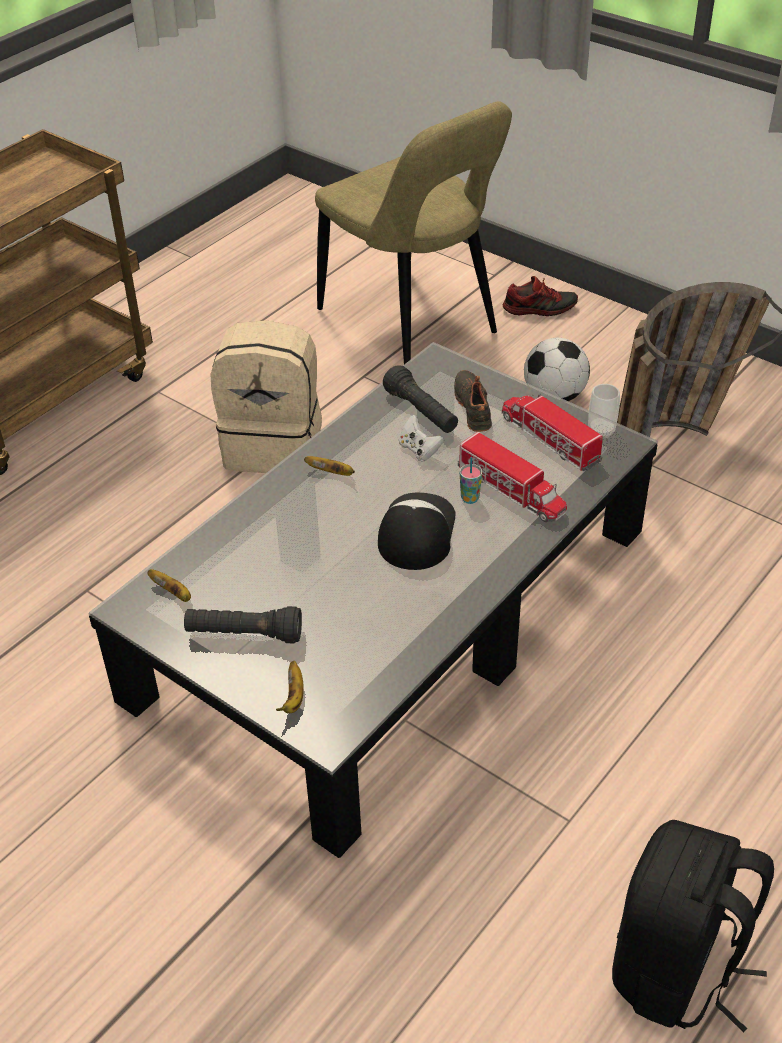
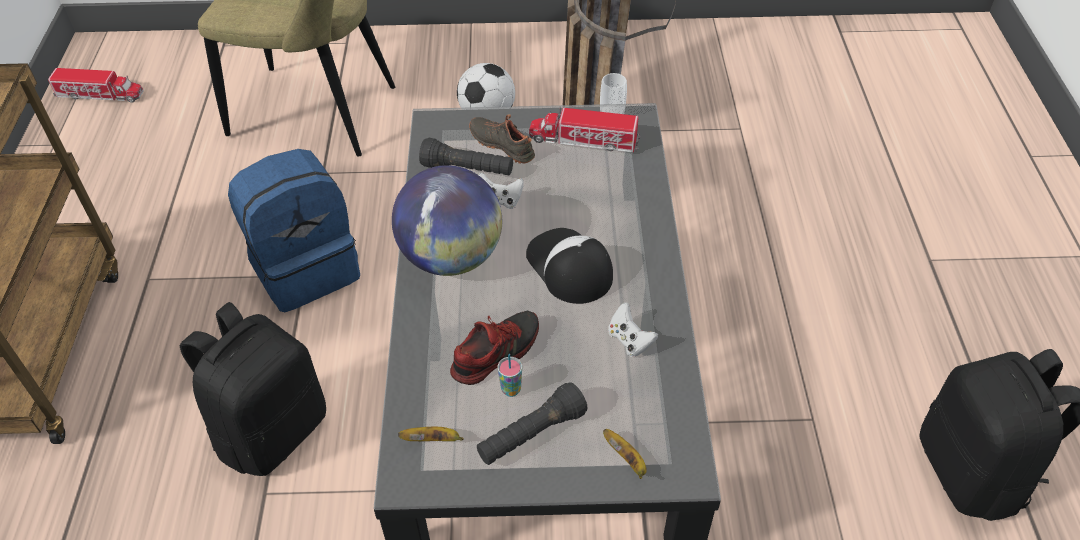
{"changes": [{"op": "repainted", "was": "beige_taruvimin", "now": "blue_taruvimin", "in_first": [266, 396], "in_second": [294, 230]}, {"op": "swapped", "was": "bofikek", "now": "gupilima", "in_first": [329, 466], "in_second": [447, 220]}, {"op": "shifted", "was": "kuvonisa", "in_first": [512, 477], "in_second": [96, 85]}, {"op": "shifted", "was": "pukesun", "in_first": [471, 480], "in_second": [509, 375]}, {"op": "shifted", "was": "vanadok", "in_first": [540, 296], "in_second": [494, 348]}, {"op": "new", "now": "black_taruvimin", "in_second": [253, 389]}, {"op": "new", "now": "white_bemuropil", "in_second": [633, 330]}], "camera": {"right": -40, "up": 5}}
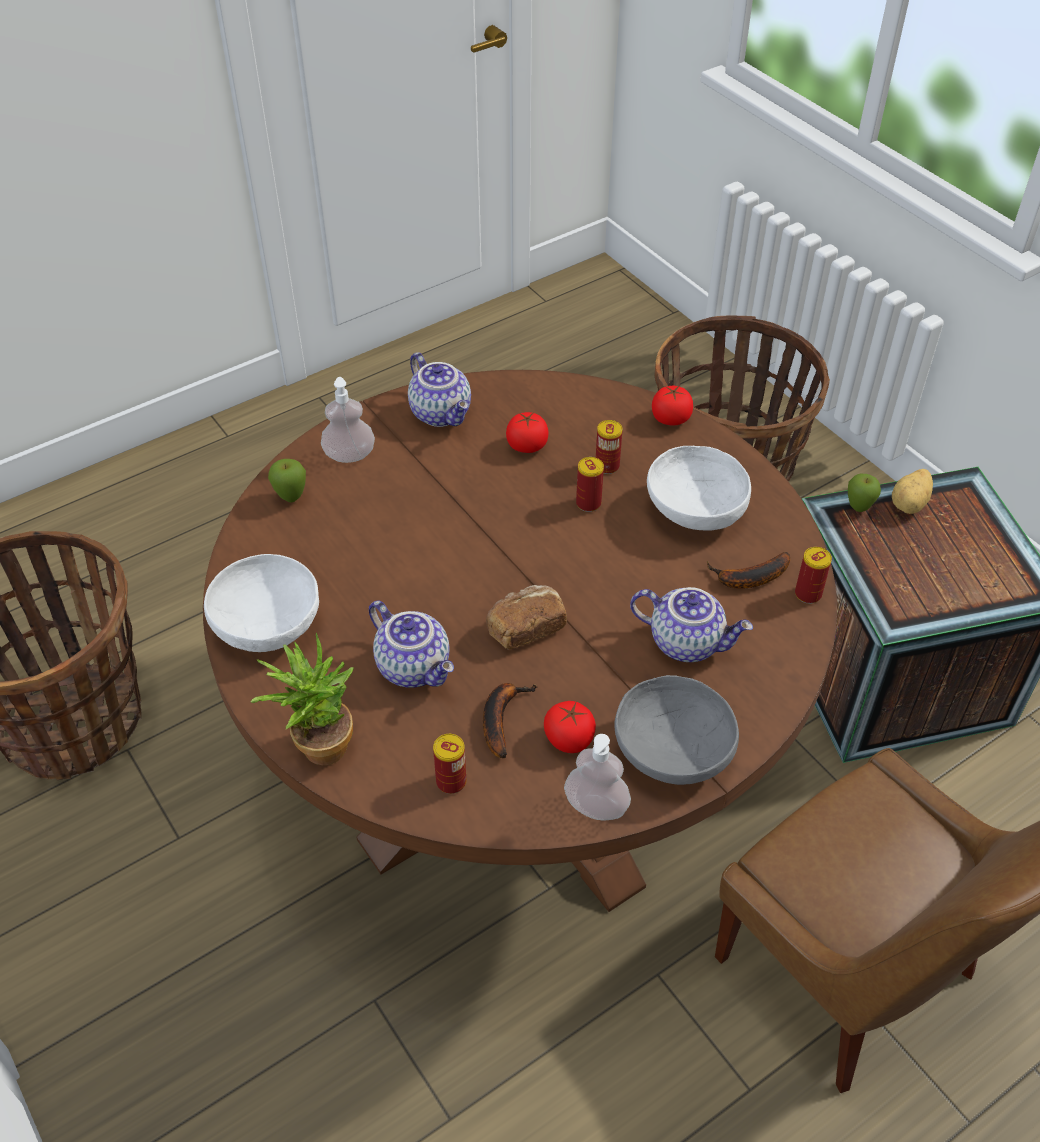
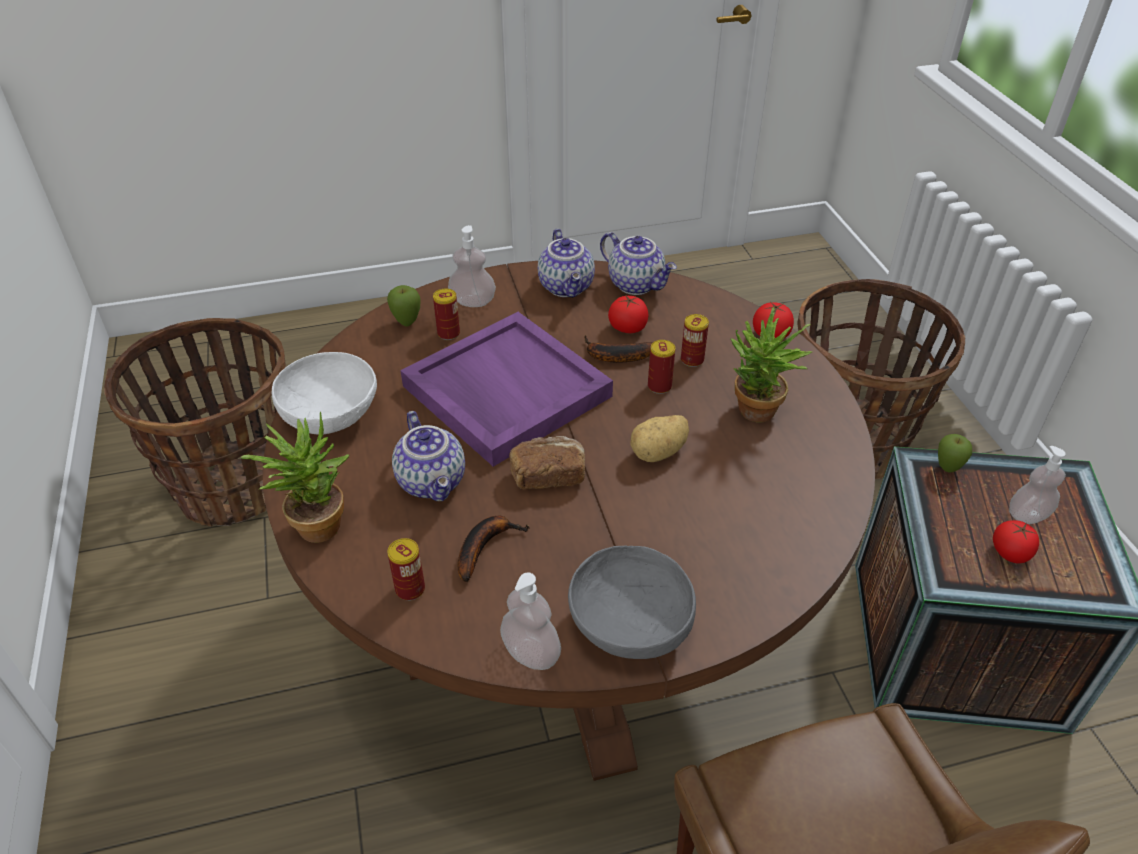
{"changes": [{"op": "shifted", "was": "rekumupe", "in_first": [570, 727], "in_second": [1016, 541]}, {"op": "shifted", "was": "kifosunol", "in_first": [691, 624], "in_second": [638, 263]}, {"op": "swapped", "was": "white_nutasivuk", "now": "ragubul", "in_first": [699, 488], "in_second": [771, 364]}, {"op": "shifted", "was": "bofikek", "in_first": [748, 570], "in_second": [618, 349]}, {"op": "shifted", "was": "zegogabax", "in_first": [813, 575], "in_second": [446, 314]}, {"op": "shifted", "was": "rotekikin", "in_first": [912, 491], "in_second": [659, 438]}, {"op": "new", "now": "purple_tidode", "in_second": [506, 389]}, {"op": "new", "now": "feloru", "in_second": [1037, 485]}], "camera": {"right": 20, "up": -5}}
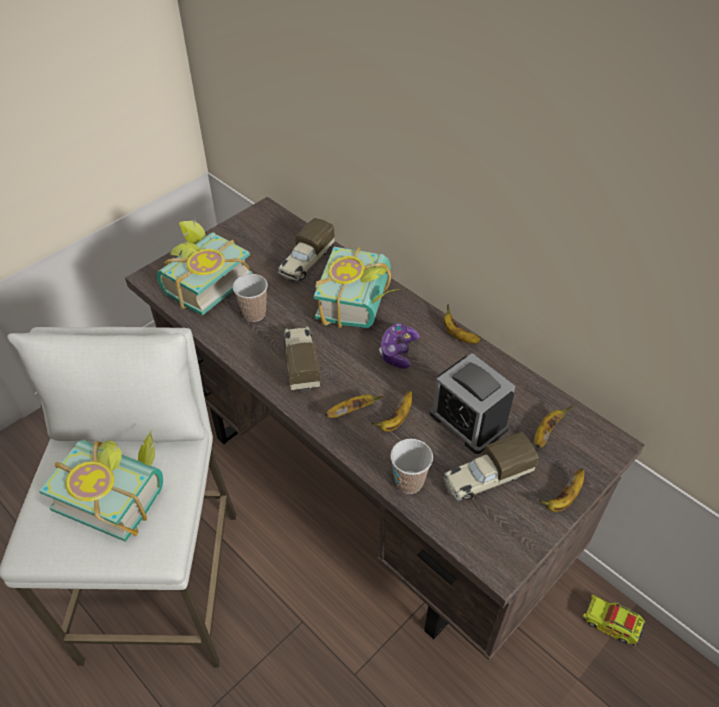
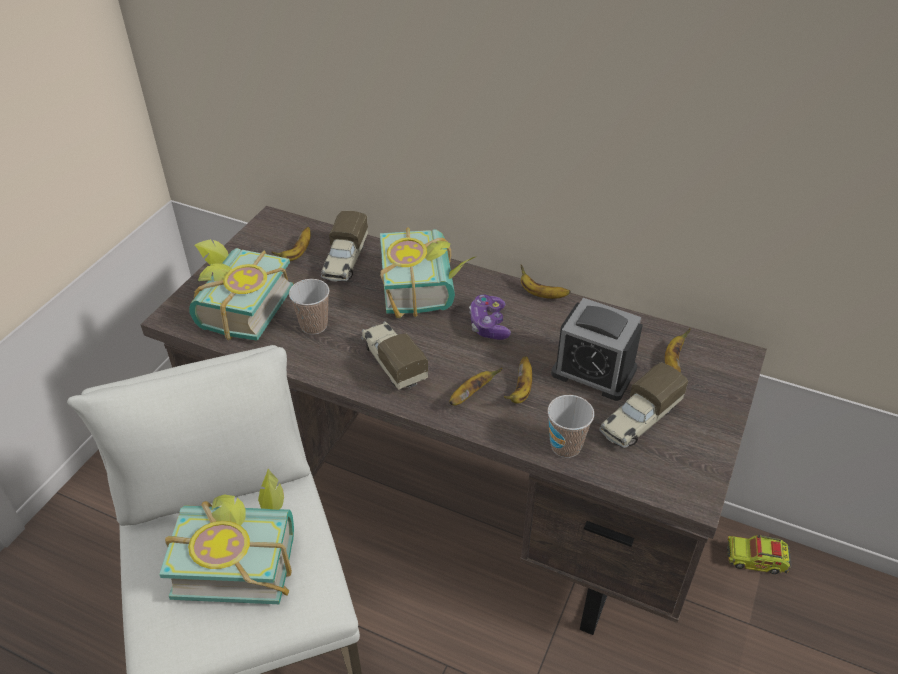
{"changes": [{"op": "shifted", "was": "bofikek", "in_first": [561, 490], "in_second": [291, 244]}], "camera": {"right": -20, "up": -5}}
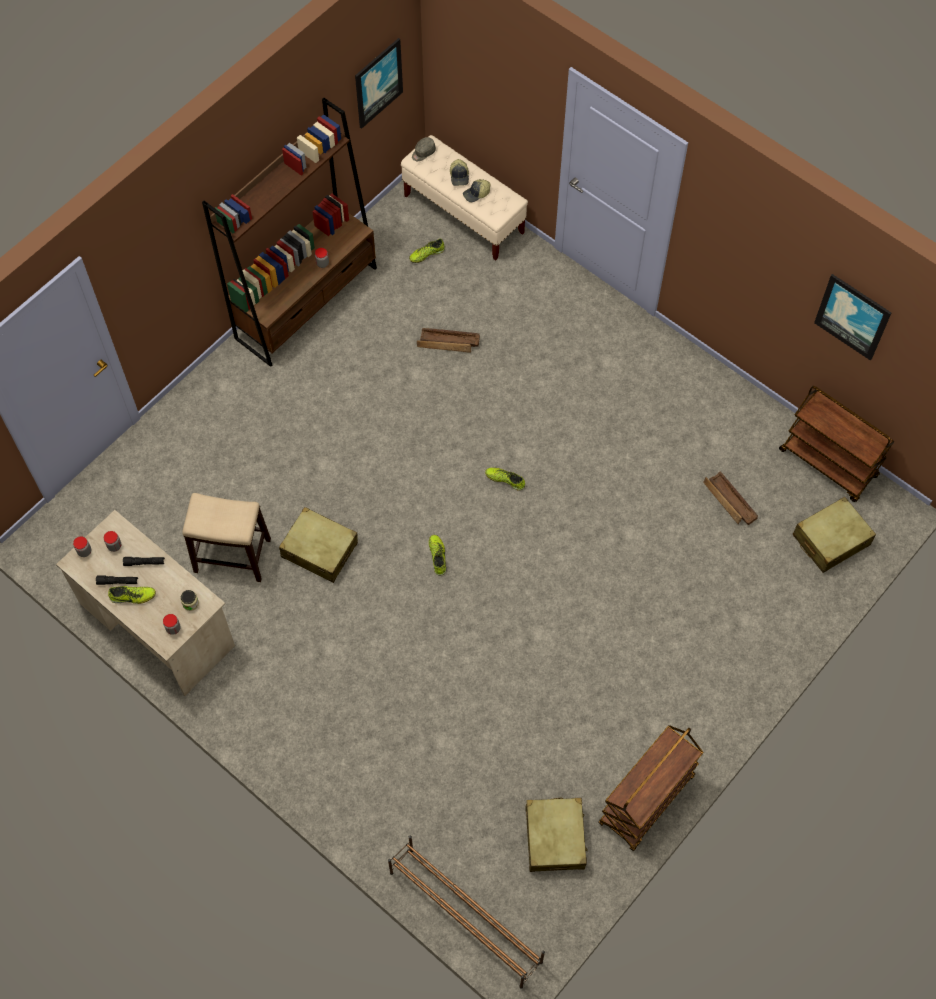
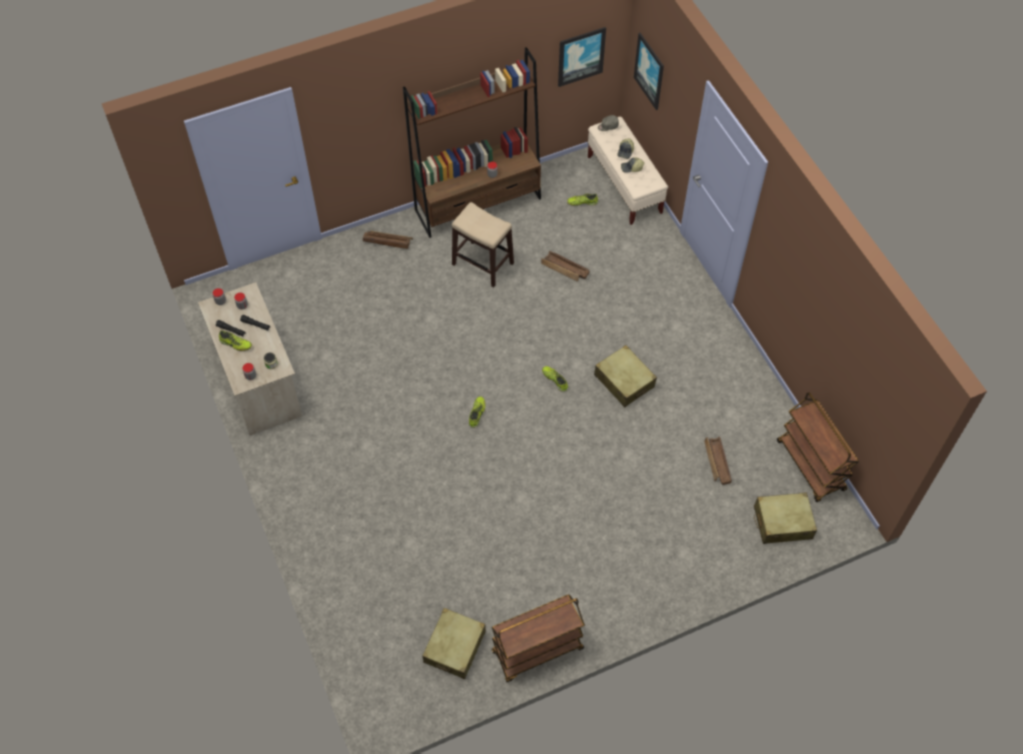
{"changes": [{"op": "shifted", "was": "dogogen", "in_first": [226, 537], "in_second": [483, 244]}, {"op": "shifted", "was": "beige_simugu", "in_first": [318, 545], "in_second": [625, 376]}, {"op": "gone", "was": "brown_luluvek", "in_first": [466, 912]}, {"op": "shifted", "was": "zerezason", "in_first": [852, 317], "in_second": [649, 71]}, {"op": "new", "now": "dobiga", "in_second": [388, 239]}], "camera": {"right": 25, "up": -5}}
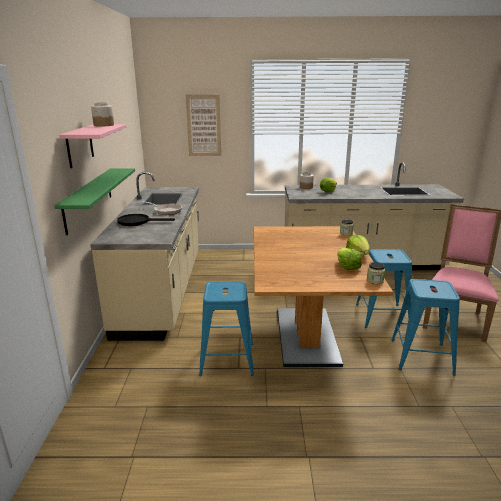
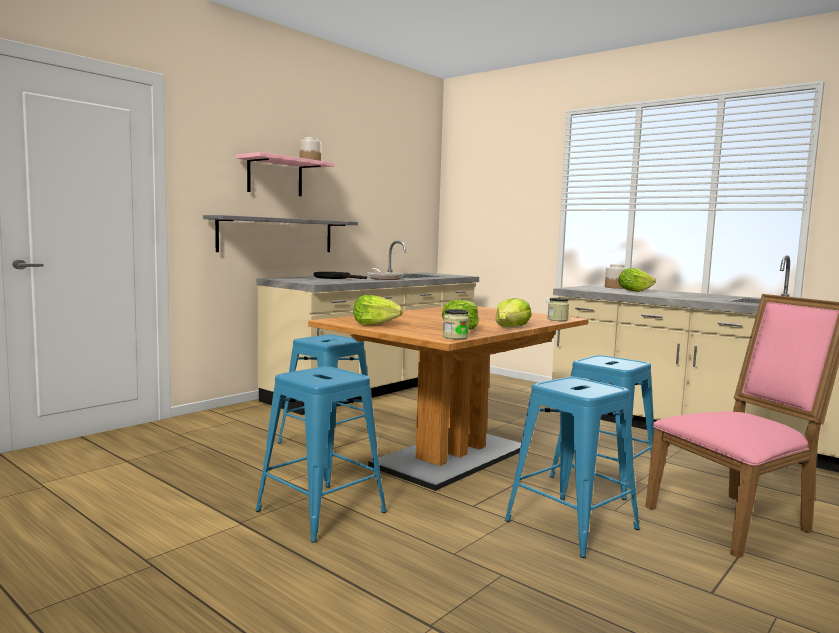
{"changes": [{"op": "repainted", "was": "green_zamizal", "now": "grey_zamizal", "in_first": [94, 201], "in_second": [280, 233]}, {"op": "gone", "was": "zerezason", "in_first": [203, 125]}, {"op": "new", "now": "blue_dogogen", "in_second": [321, 454]}, {"op": "new", "now": "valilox", "in_second": [378, 310]}], "camera": {"right": 40, "up": -15}}
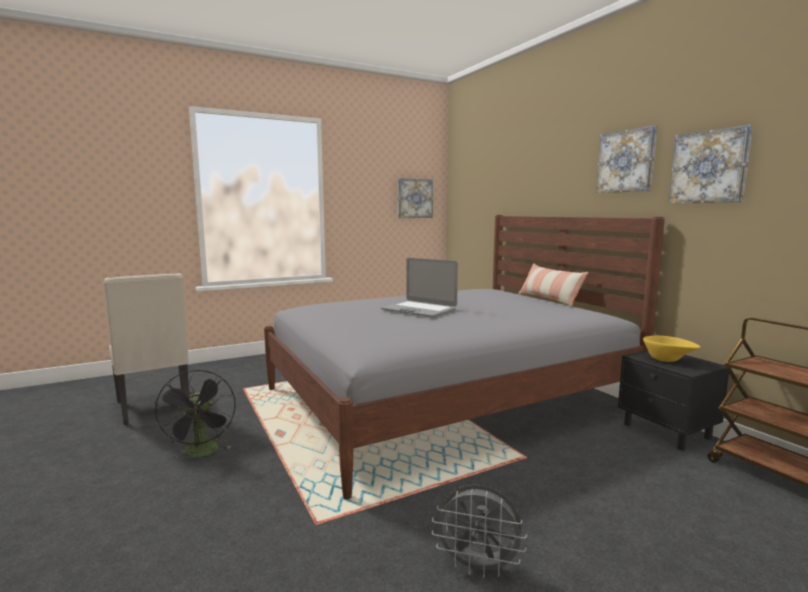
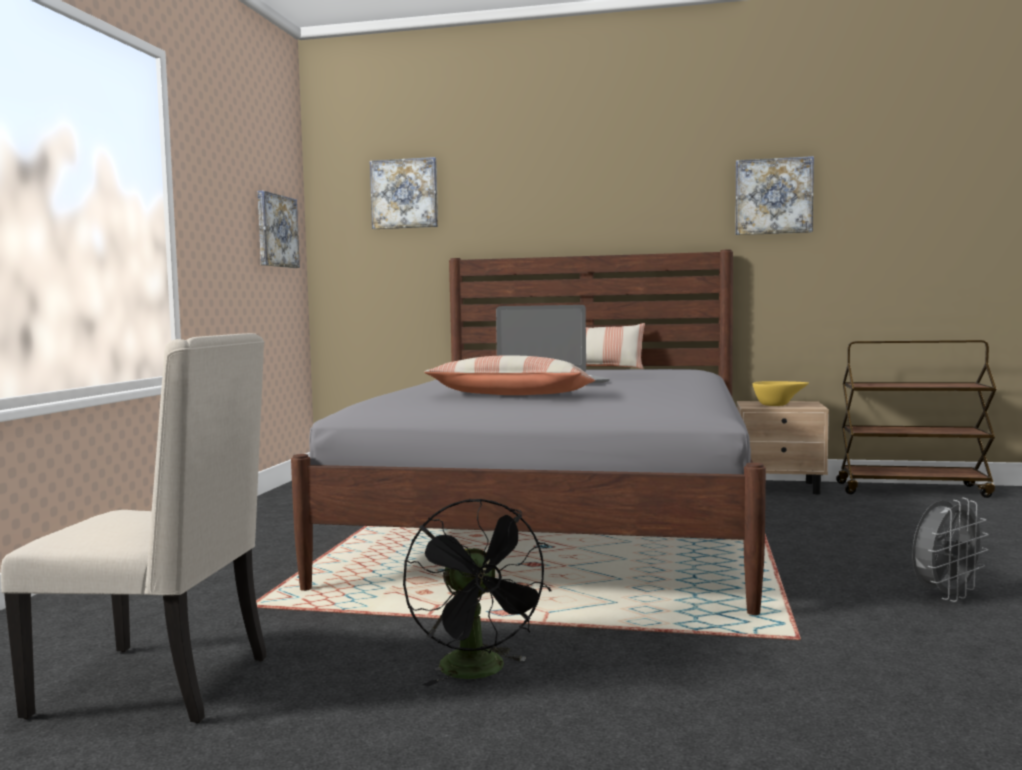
{"changes": [{"op": "rotated", "was": "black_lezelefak", "in_first": [195, 415], "in_second": [477, 593], "clockwise": 45}, {"op": "shifted", "was": "zerezason", "in_first": [626, 159], "in_second": [404, 193]}, {"op": "repainted", "was": "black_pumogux", "now": "beige_pumogux", "in_first": [673, 400], "in_second": [783, 447]}, {"op": "new", "now": "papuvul", "in_second": [509, 375]}], "camera": {"right": -50, "up": -5}}
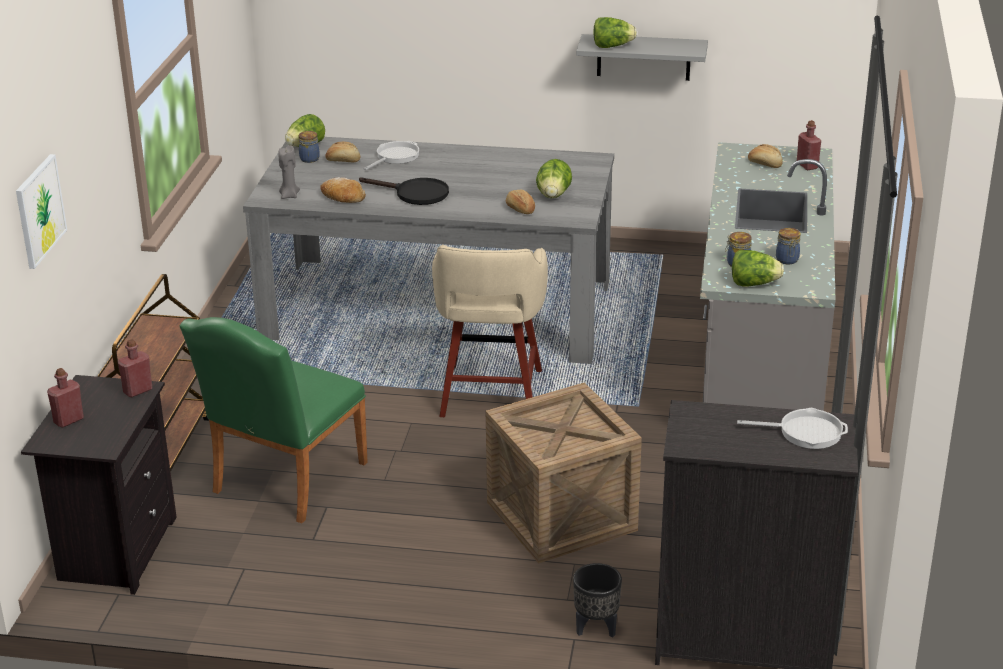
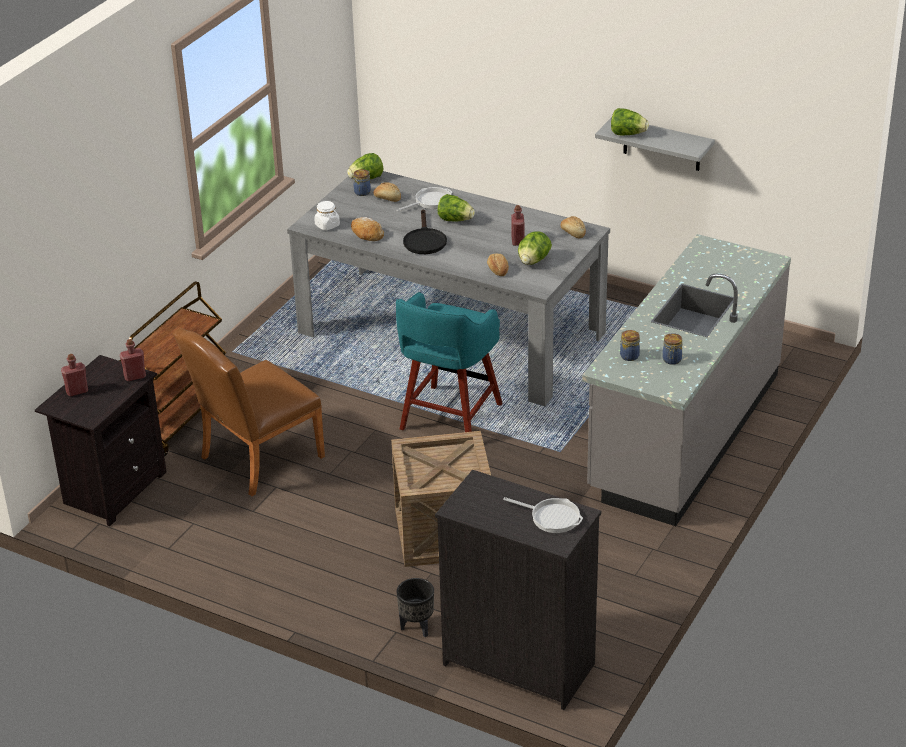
{"changes": [{"op": "gone", "was": "zerezason", "in_first": [41, 211]}, {"op": "repainted", "was": "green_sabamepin", "now": "brown_sabamepin", "in_first": [273, 420], "in_second": [249, 412]}, {"op": "swapped", "was": "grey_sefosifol", "now": "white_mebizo", "in_first": [289, 172], "in_second": [327, 216]}, {"op": "rotated", "was": "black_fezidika", "in_first": [404, 191], "in_second": [425, 231], "clockwise": 45}, {"op": "repainted", "was": "beige_dogogen", "now": "turquoise_dogogen", "in_first": [490, 330], "in_second": [449, 362]}, {"op": "shifted", "was": "valilox", "in_first": [758, 268], "in_second": [456, 207]}, {"op": "shifted", "was": "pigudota", "in_first": [765, 156], "in_second": [573, 227]}, {"op": "shifted", "was": "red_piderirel", "in_first": [809, 145], "in_second": [518, 225]}], "camera": {"right": 20, "up": 5}}
